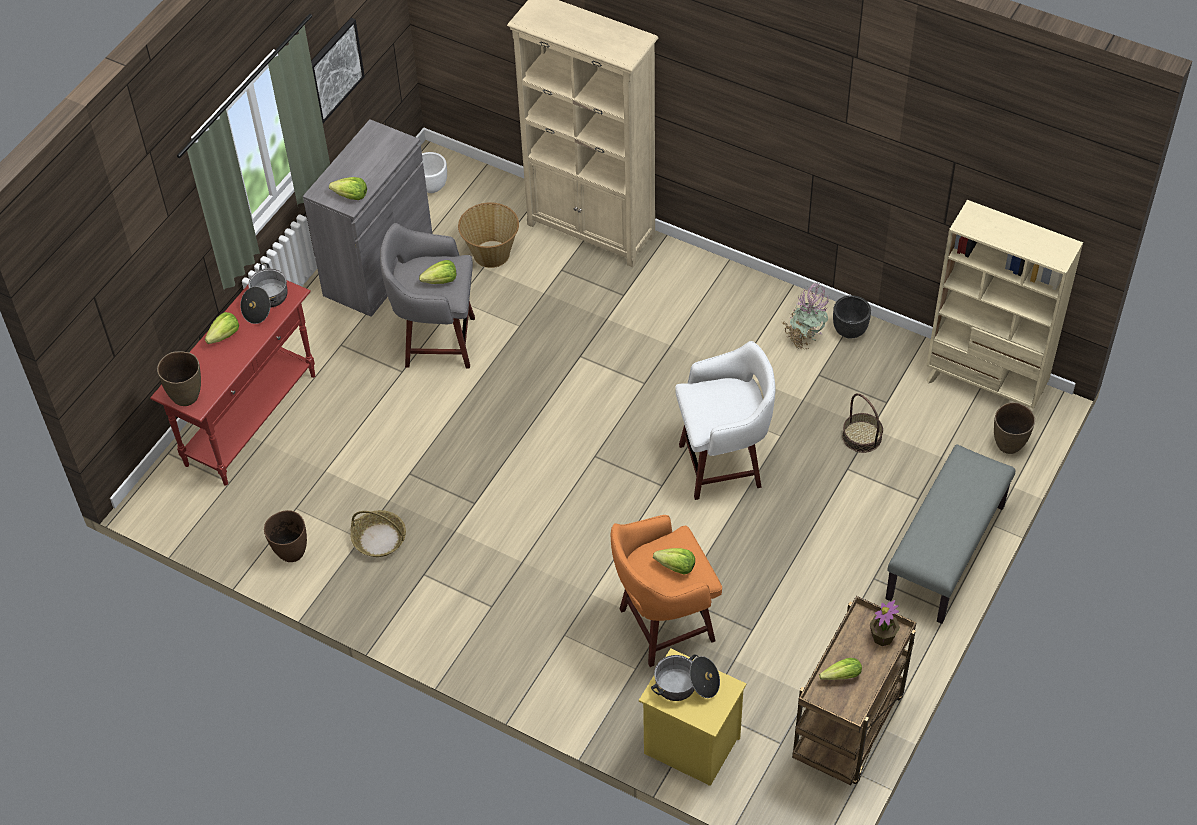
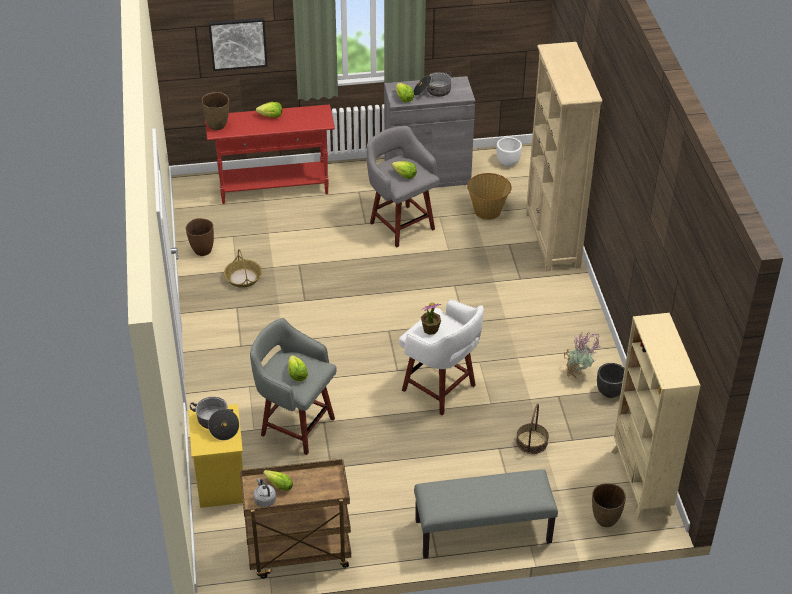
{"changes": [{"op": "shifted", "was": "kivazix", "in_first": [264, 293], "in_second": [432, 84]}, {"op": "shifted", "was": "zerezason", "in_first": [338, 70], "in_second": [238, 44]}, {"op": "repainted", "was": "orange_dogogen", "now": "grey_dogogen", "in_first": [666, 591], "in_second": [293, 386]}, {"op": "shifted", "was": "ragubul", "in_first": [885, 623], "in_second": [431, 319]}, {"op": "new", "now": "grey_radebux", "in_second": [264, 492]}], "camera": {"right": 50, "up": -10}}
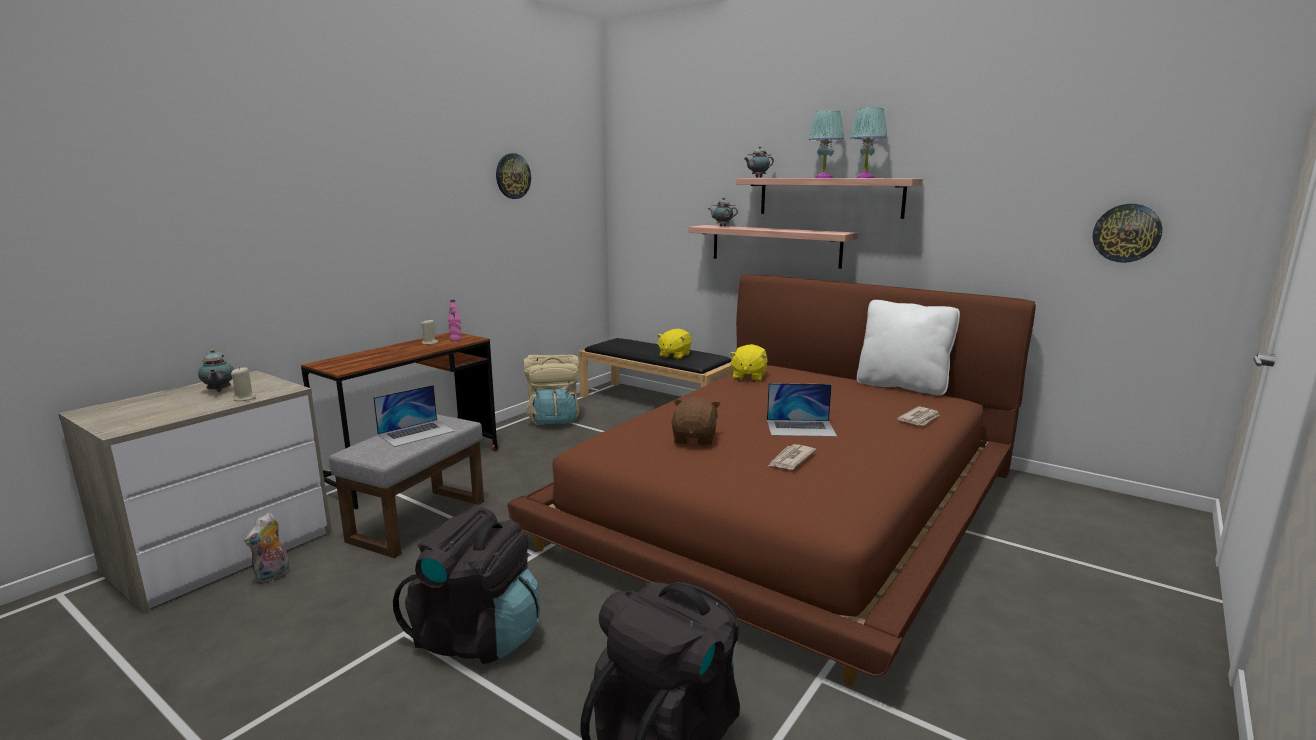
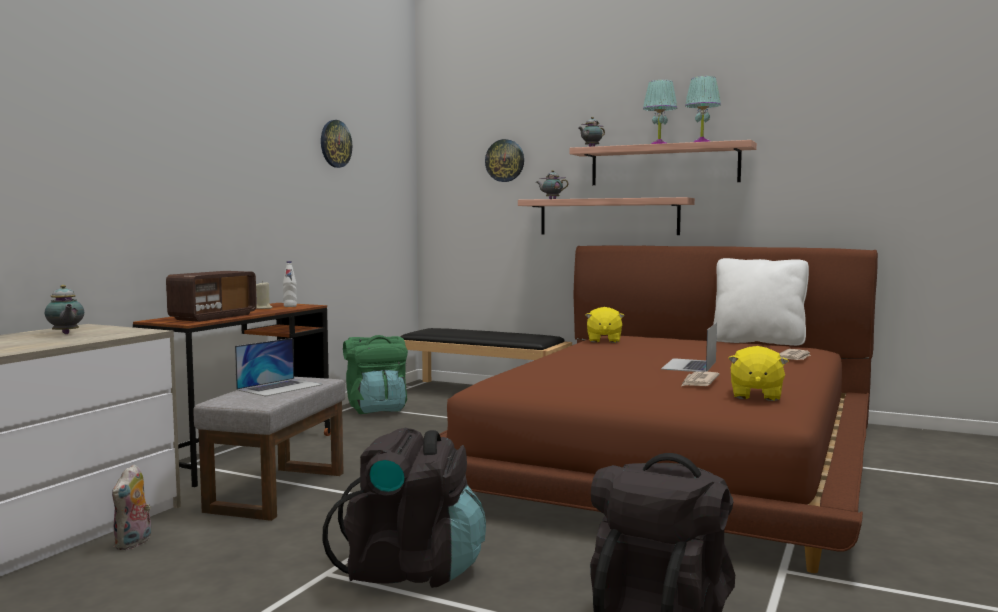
{"changes": [{"op": "gone", "was": "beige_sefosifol", "in_first": [243, 384]}, {"op": "repainted", "was": "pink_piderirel", "now": "white_piderirel", "in_first": [455, 320], "in_second": [290, 284]}, {"op": "repainted", "was": "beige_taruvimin", "now": "green_taruvimin", "in_first": [552, 390], "in_second": [375, 374]}, {"op": "shifted", "was": "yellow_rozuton", "in_first": [674, 344], "in_second": [758, 373]}, {"op": "gone", "was": "brown_rozuton", "in_first": [696, 421]}, {"op": "rotated", "was": "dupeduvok", "in_first": [802, 410], "in_second": [689, 347], "clockwise": 120}, {"op": "shifted", "was": "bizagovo", "in_first": [1127, 233], "in_second": [504, 160]}, {"op": "new", "now": "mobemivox", "in_second": [211, 296]}], "camera": {"right": -10, "up": -10}}
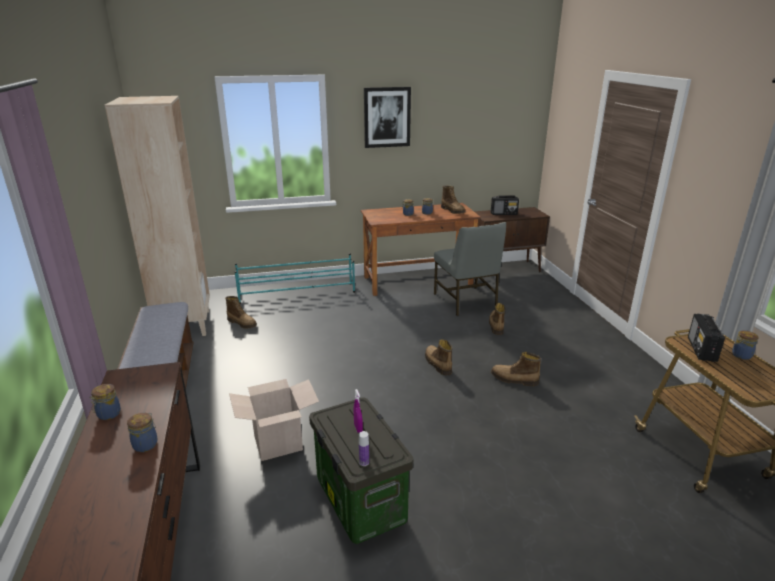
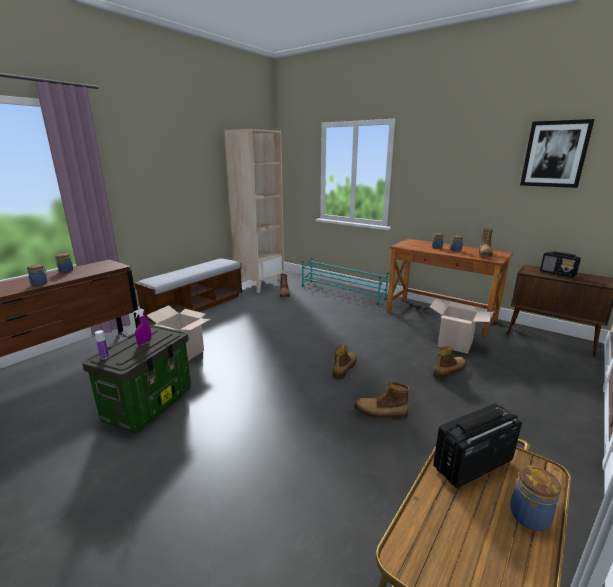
{"changes": [{"op": "shifted", "was": "zerezason", "in_first": [387, 117], "in_second": [557, 153]}, {"op": "swapped", "was": "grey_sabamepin", "now": "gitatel", "in_first": [470, 269], "in_second": [461, 326]}, {"op": "rotated", "was": "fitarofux", "in_first": [516, 369], "in_second": [381, 401], "clockwise": -60}], "camera": {"right": 50, "up": -5}}
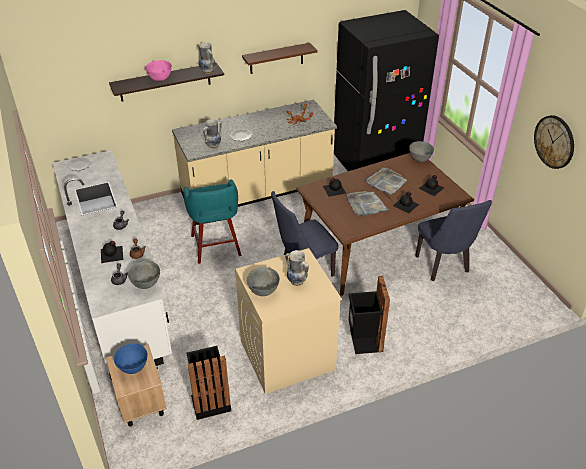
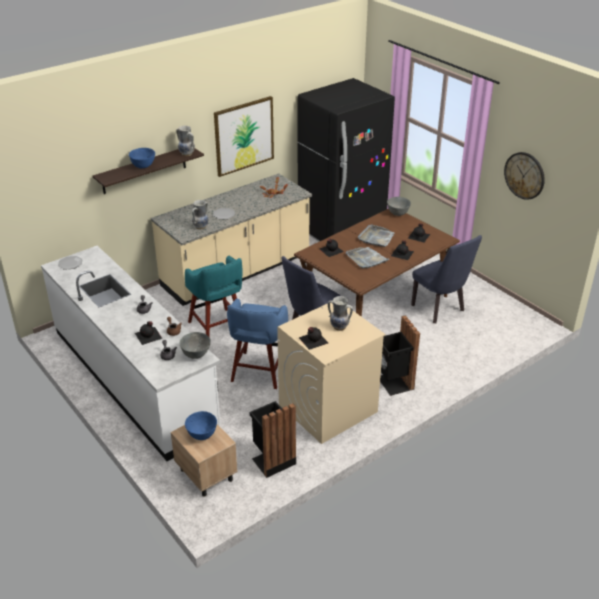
{"changes": [{"op": "repainted", "was": "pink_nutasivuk", "now": "blue_nutasivuk", "in_first": [158, 70], "in_second": [142, 158]}, {"op": "swapped", "was": "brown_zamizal", "now": "zerezason", "in_first": [280, 58], "in_second": [244, 136]}, {"op": "swapped", "was": "grey_nutasivuk", "now": "black_piderirel", "in_first": [263, 281], "in_second": [313, 338]}, {"op": "new", "now": "blue_dogogen", "in_second": [257, 343]}], "camera": {"right": -15, "up": -5}}
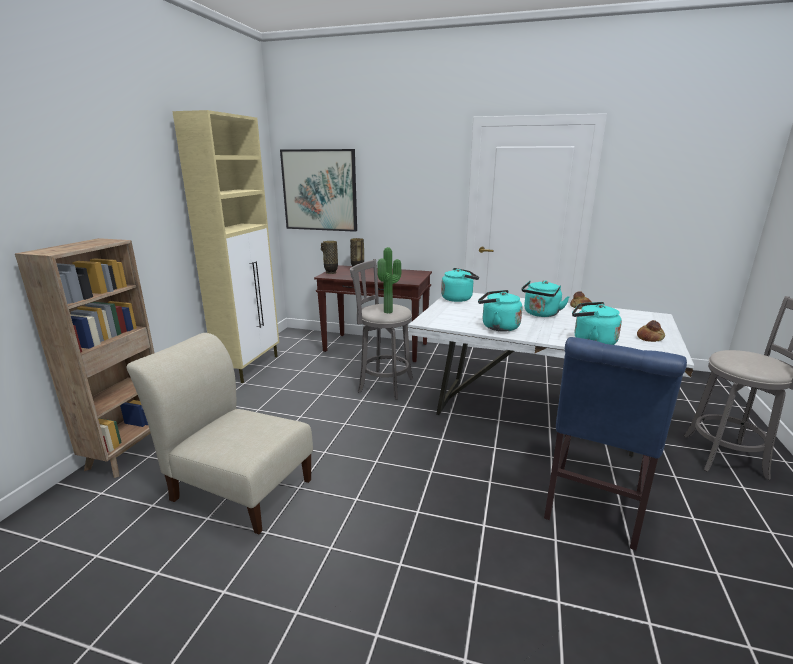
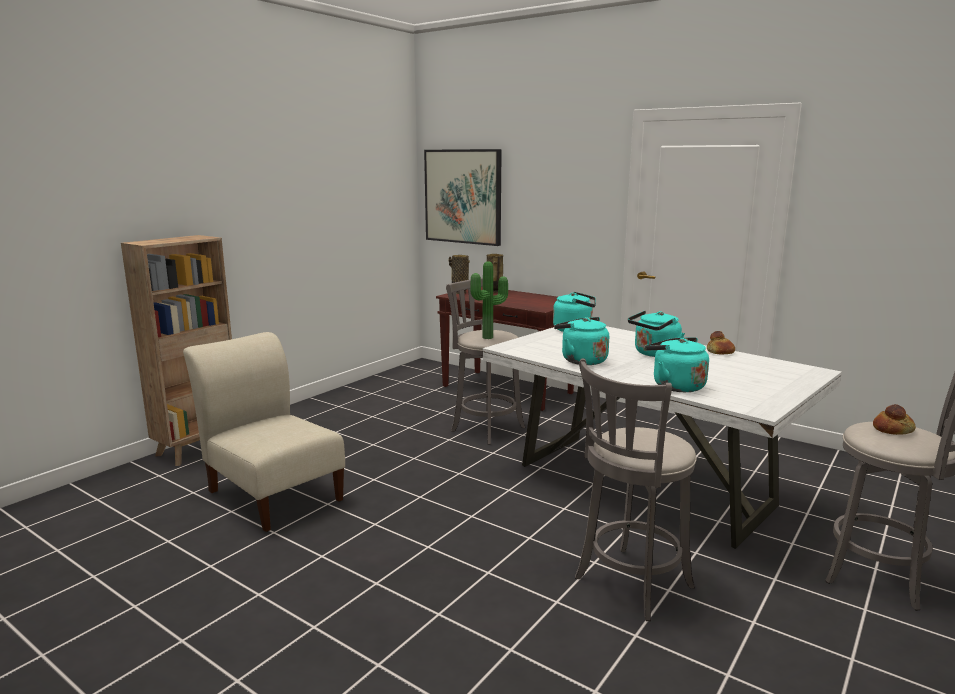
{"changes": [{"op": "gone", "was": "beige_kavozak", "in_first": [225, 246]}, {"op": "swapped", "was": "blue_sabamepin", "now": "grey_dogogen", "in_first": [615, 443], "in_second": [636, 489]}, {"op": "shifted", "was": "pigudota", "in_first": [651, 331], "in_second": [894, 419]}], "camera": {"right": 20, "up": -5}}
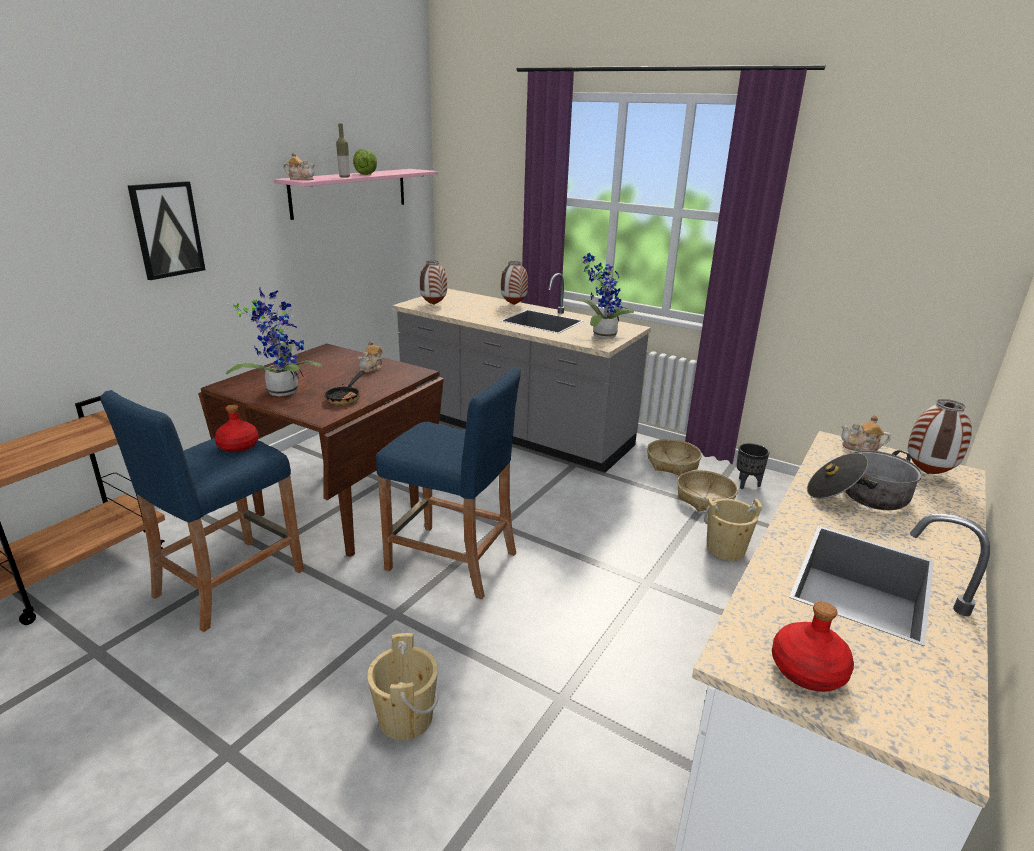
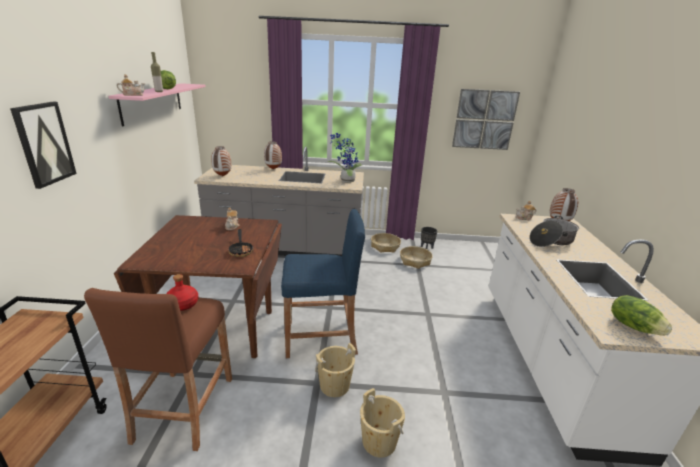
{"changes": [{"op": "repainted", "was": "blue_dogogen", "now": "brown_dogogen", "in_first": [202, 511], "in_second": [158, 369]}, {"op": "gone", "was": "ragubul", "in_first": [274, 342]}, {"op": "shifted", "was": "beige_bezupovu", "in_first": [733, 529], "in_second": [335, 370]}, {"op": "swapped", "was": "red_piderirel", "now": "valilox", "in_first": [813, 647], "in_second": [641, 315]}, {"op": "new", "now": "zerezason", "in_second": [486, 119]}], "camera": {"right": -30, "up": 0}}
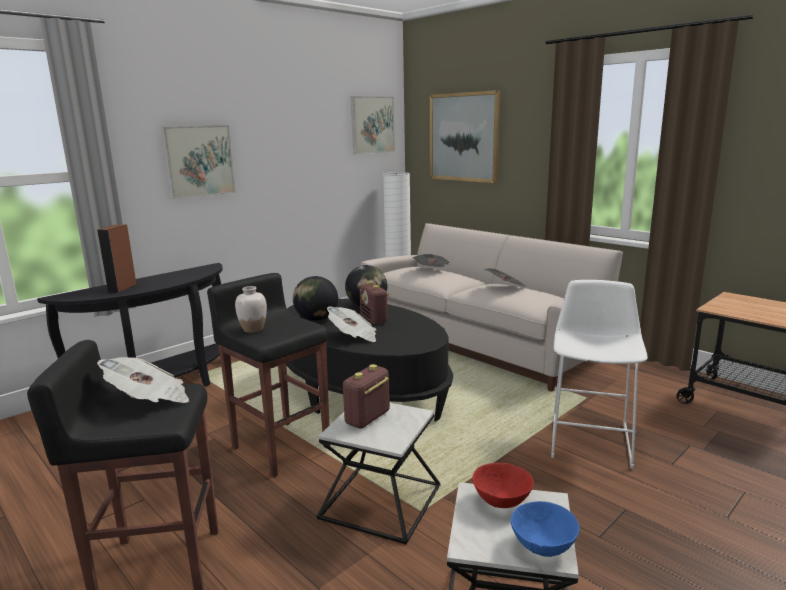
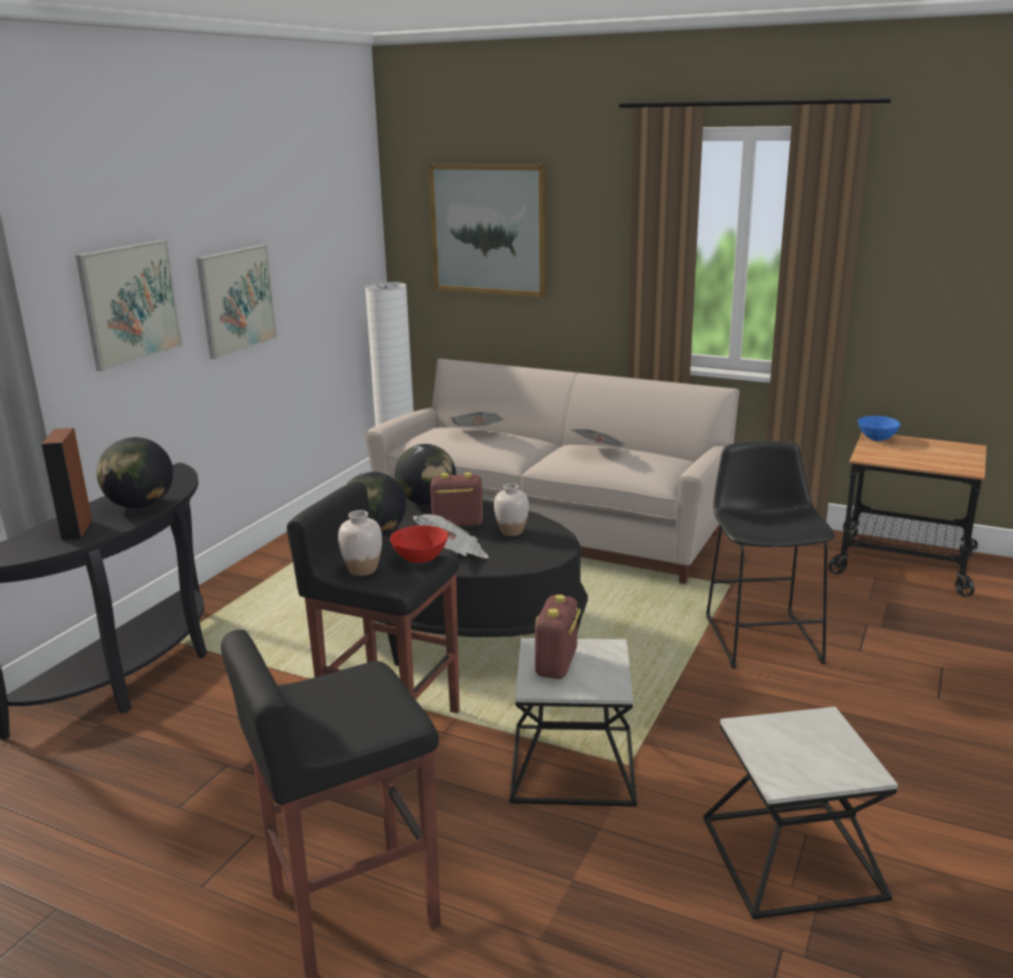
{"changes": [{"op": "gone", "was": "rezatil", "in_first": [143, 380]}, {"op": "shifted", "was": "zerezason", "in_first": [373, 125], "in_second": [236, 302]}, {"op": "rotated", "was": "mobemivox", "in_first": [374, 302], "in_second": [456, 499], "clockwise": 135}, {"op": "shifted", "was": "red_nutasivuk", "in_first": [503, 485], "in_second": [419, 544]}, {"op": "shifted", "was": "blue_nutasivuk", "in_first": [545, 529], "in_second": [879, 428]}, {"op": "repainted", "was": "white_dogogen", "now": "black_dogogen", "in_first": [599, 374], "in_second": [770, 555]}, {"op": "new", "now": "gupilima", "in_second": [135, 473]}, {"op": "new", "now": "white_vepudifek", "in_second": [511, 509]}], "camera": {"right": -20, "up": 5}}
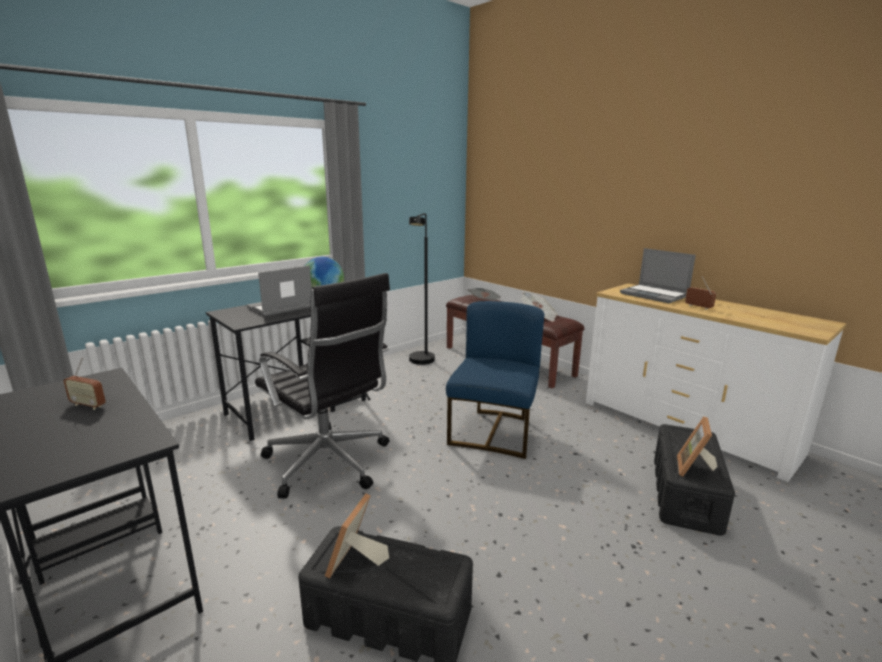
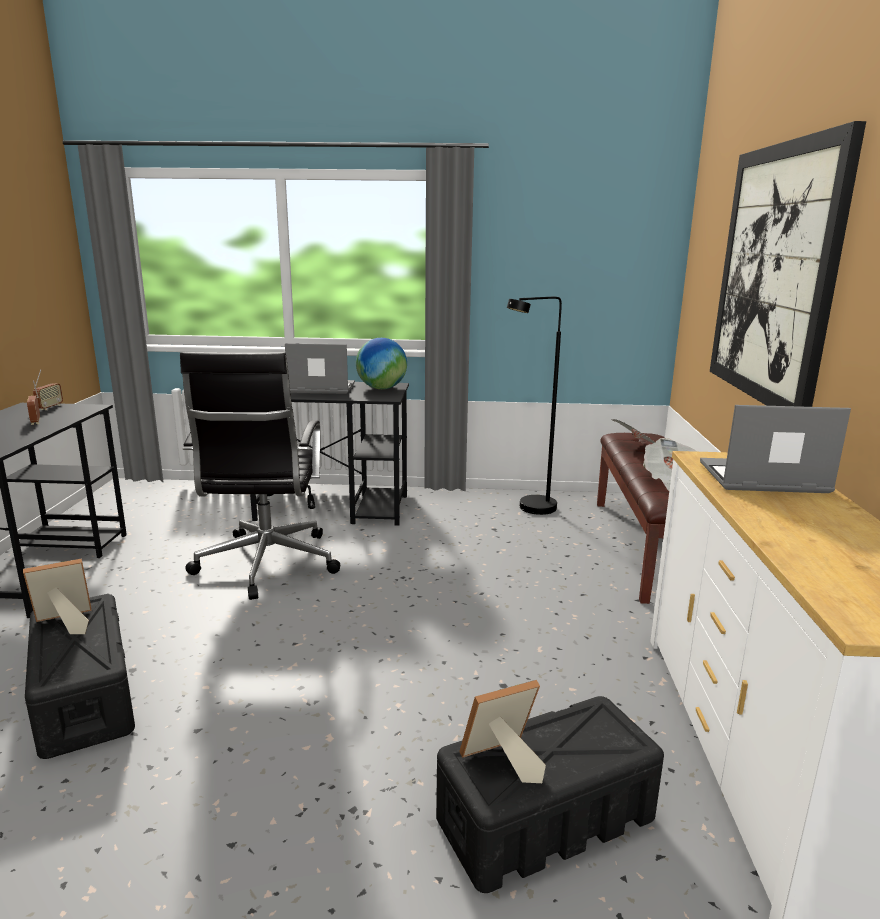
{"changes": [{"op": "gone", "was": "blue_sabamepin", "in_first": [495, 380]}, {"op": "rotated", "was": "dupeduvok", "in_first": [658, 275], "in_second": [775, 449], "clockwise": 90}, {"op": "shifted", "was": "mobemivox", "in_first": [700, 293], "in_second": [48, 389]}, {"op": "new", "now": "zerezason", "in_second": [788, 264]}], "camera": {"right": 45, "up": 0}}
